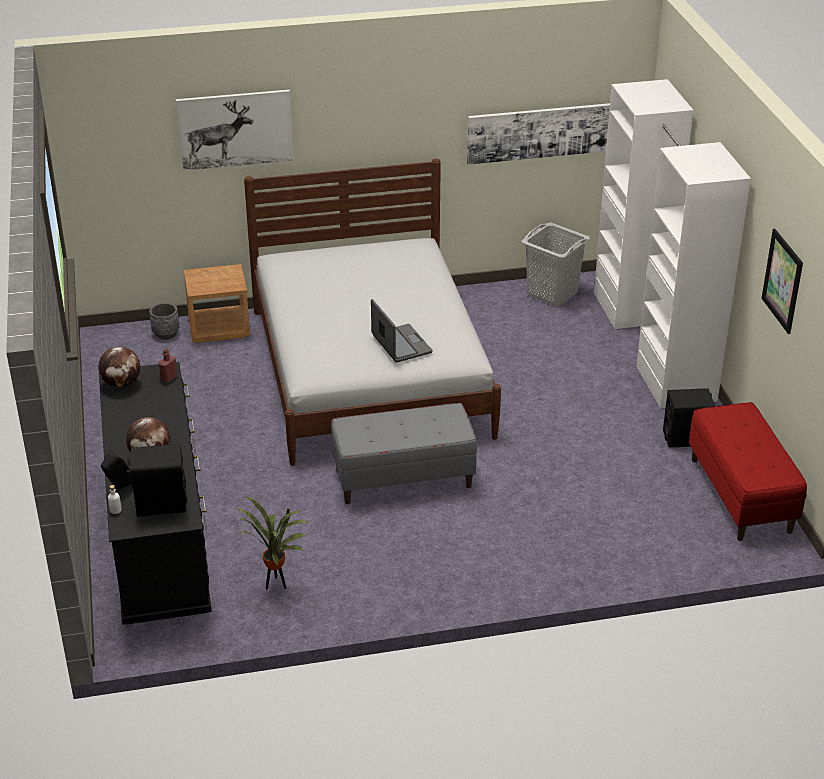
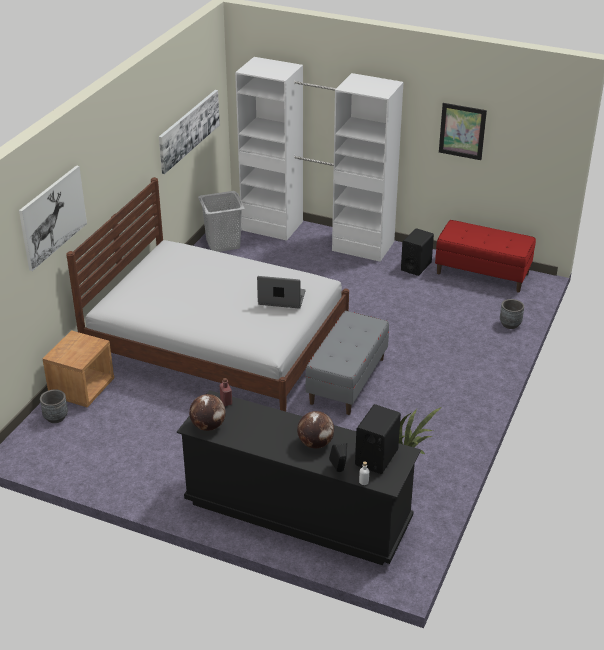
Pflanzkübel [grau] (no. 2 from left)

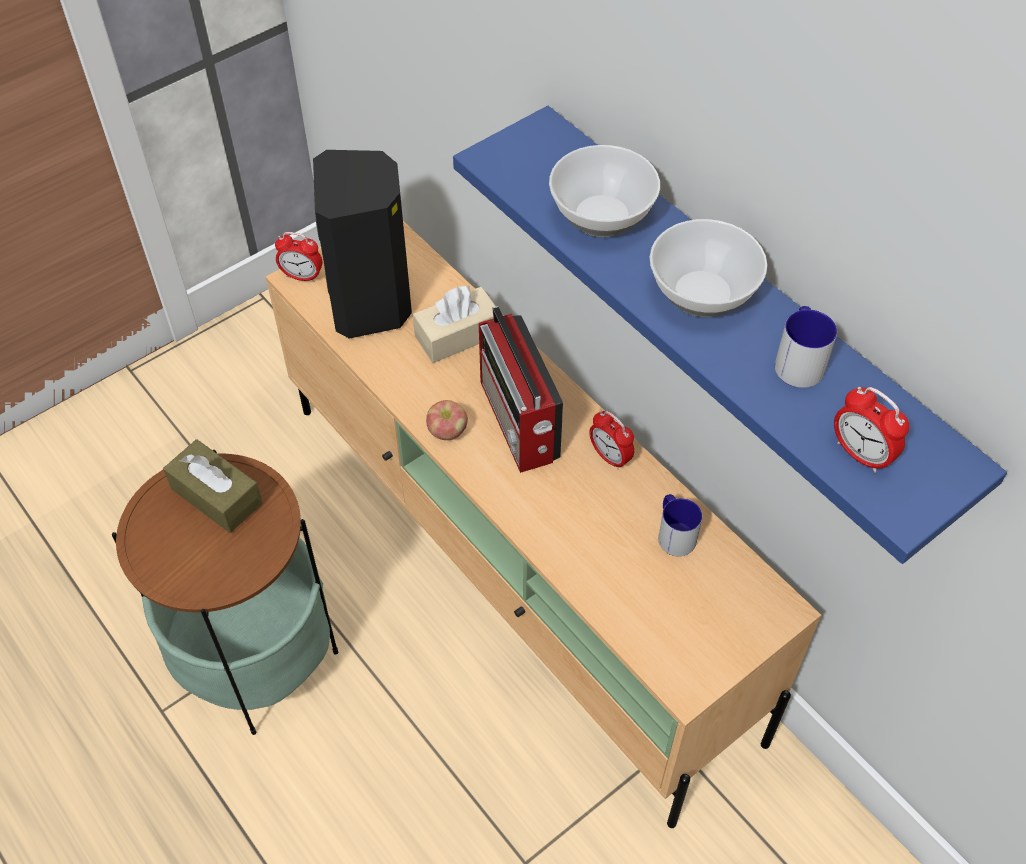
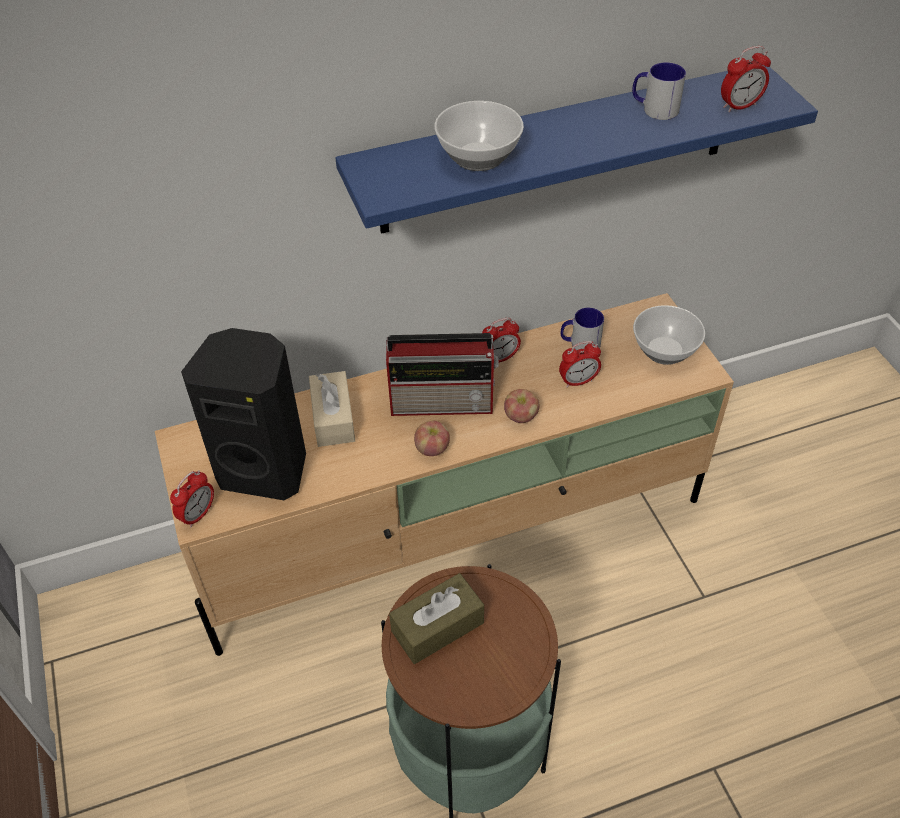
Schüssel (no. 2 from left); Apfel (no. 2 from left); Wecker (no. 3 from left)

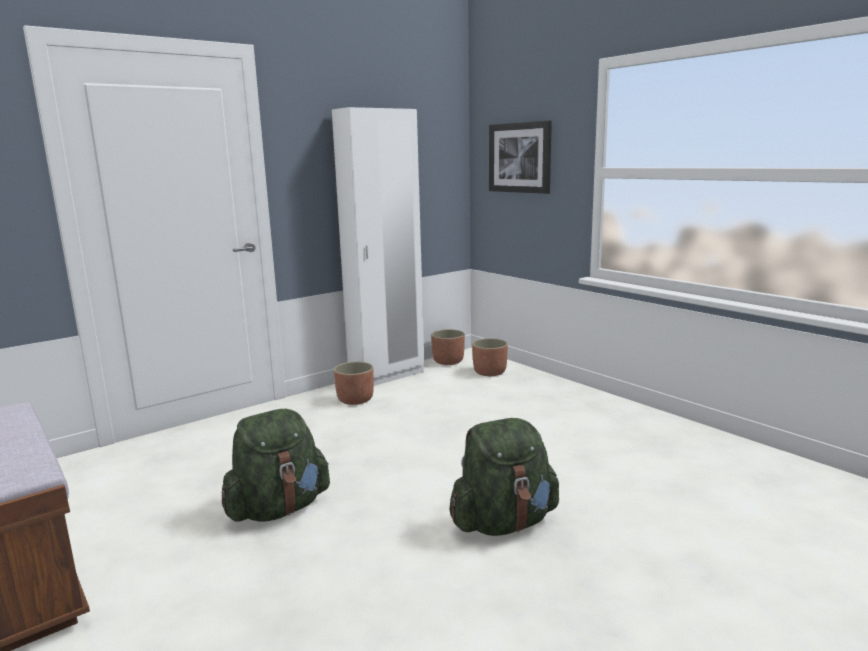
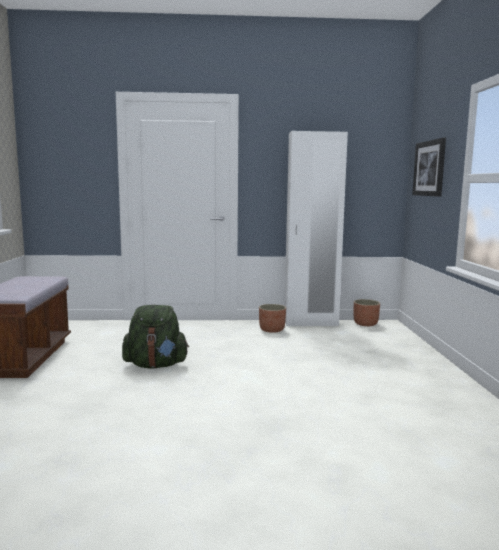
Rucksack [grün] (no. 2 from left in the first image); Pflanzkübel (no. 3 from left in the first image)

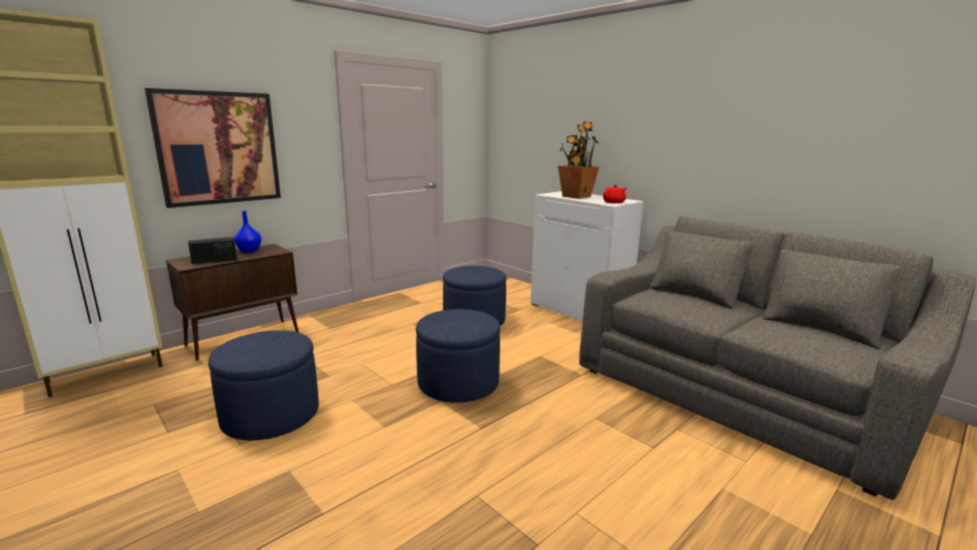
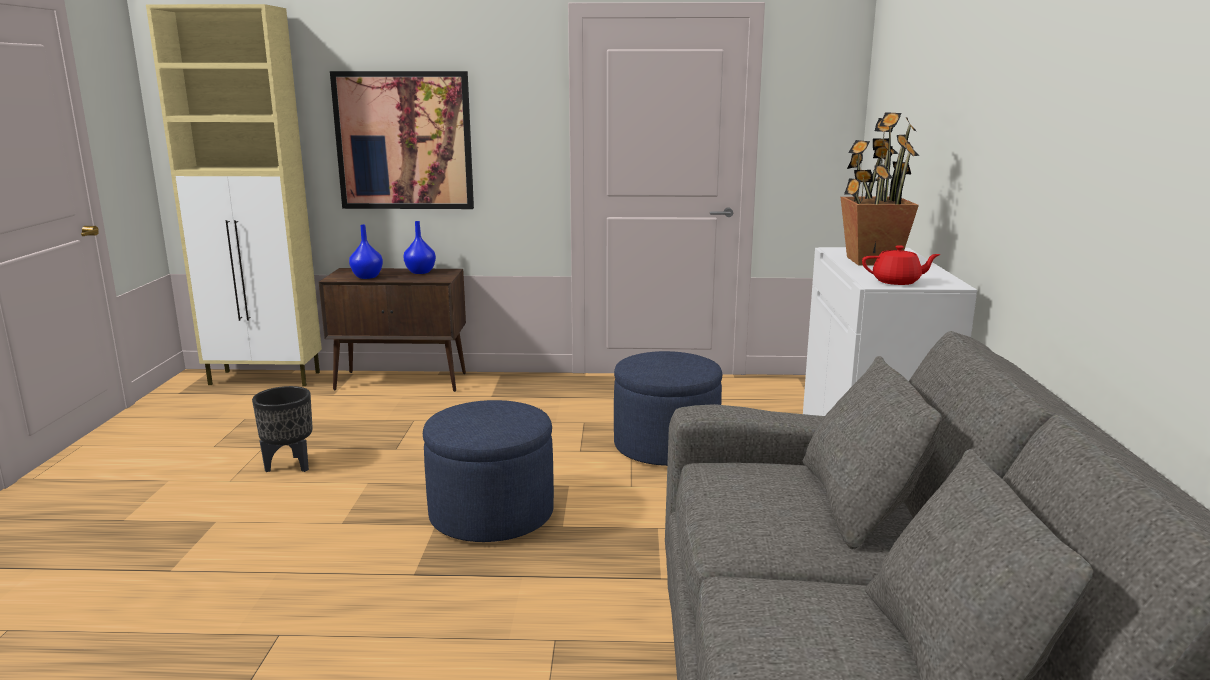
Vase [blau] (no. 1 from left); Pflanzkübel [schwarz]

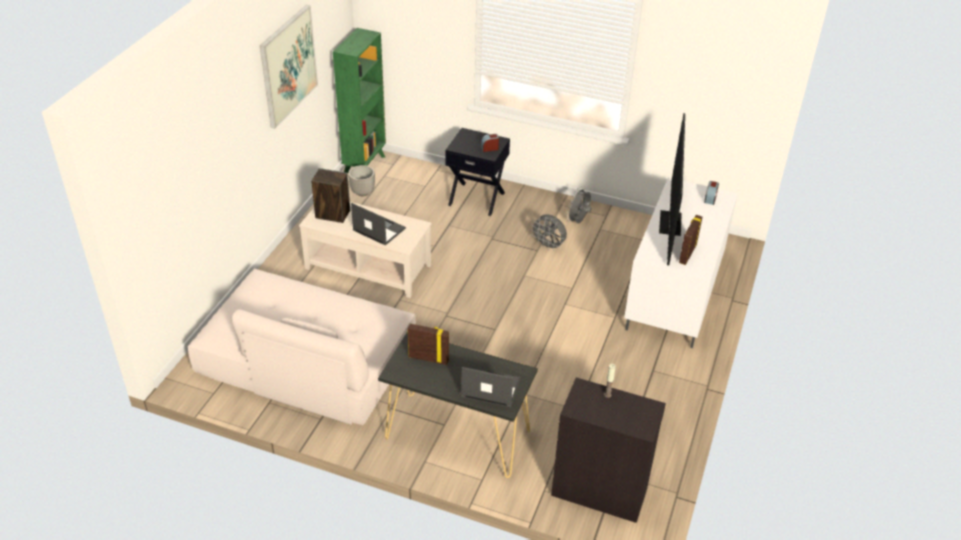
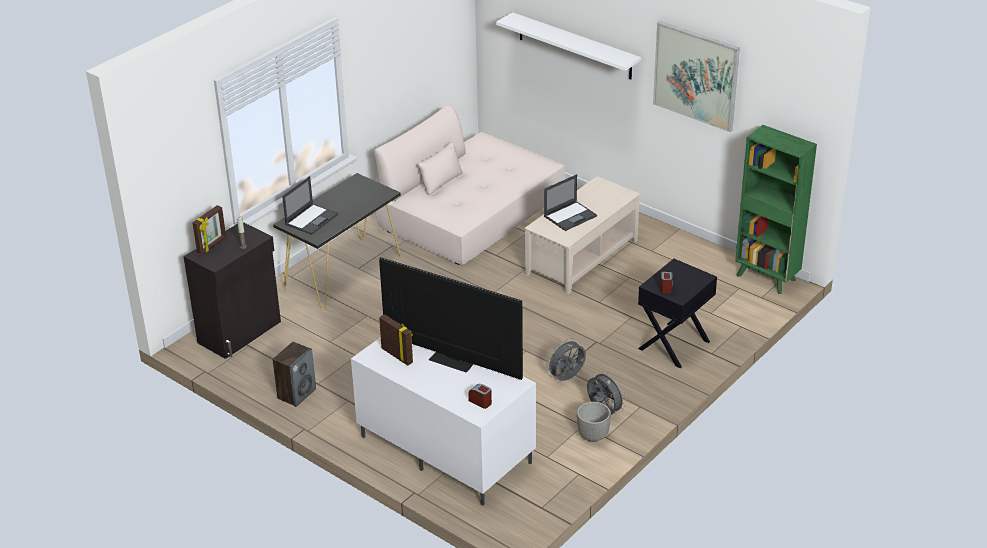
Lautsprecher; Pflanzkübel; Bilderrahmen (no. 1 from left); Wandregal [weiß]

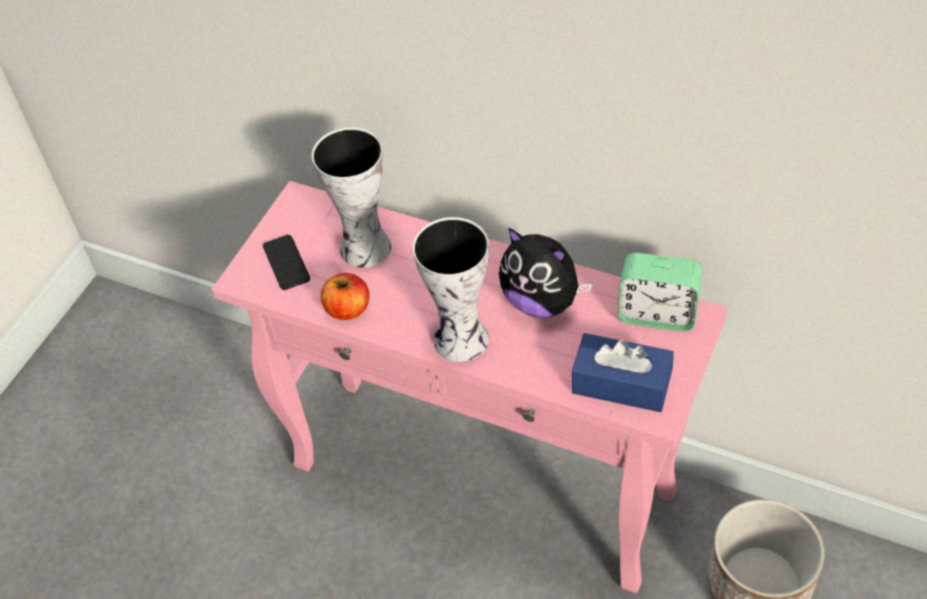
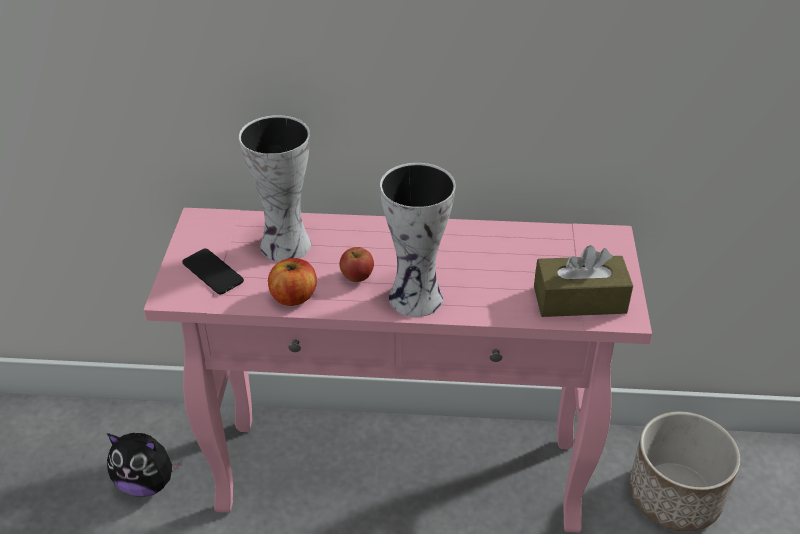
Plüschtier; Taschentuchbox [braun]; Wecker; Apfel (no. 2 from left)

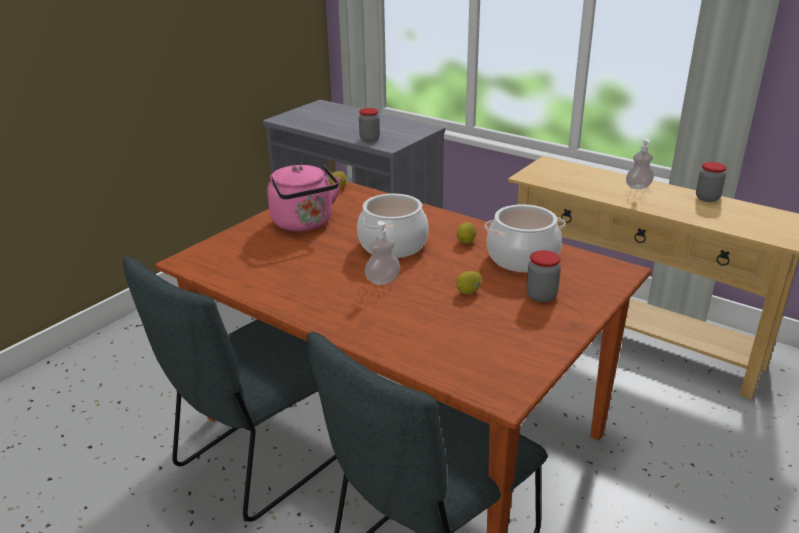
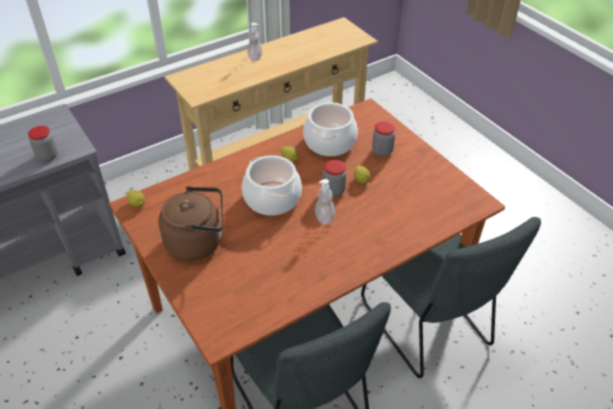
Wasserkessel [braun]; Vorratsglas (no. 2 from left)

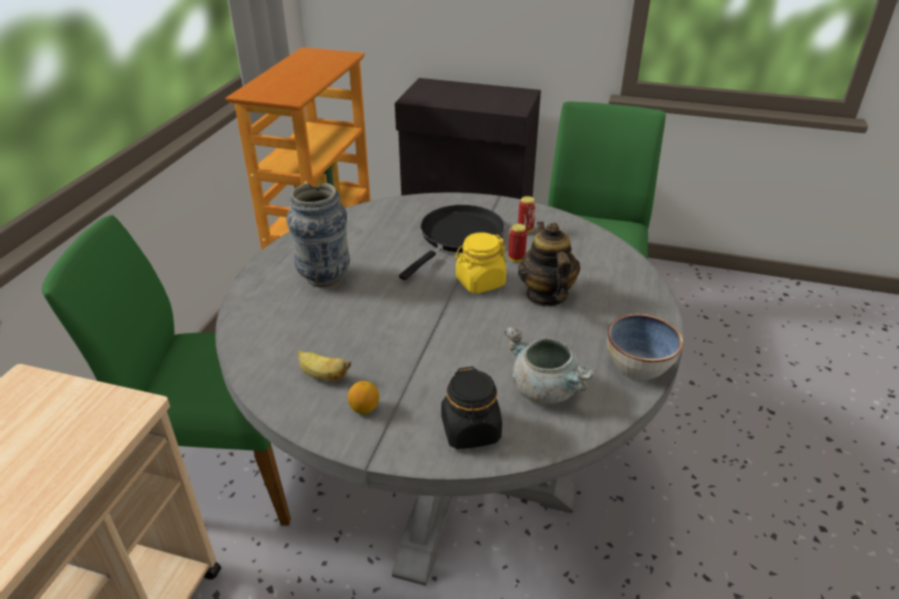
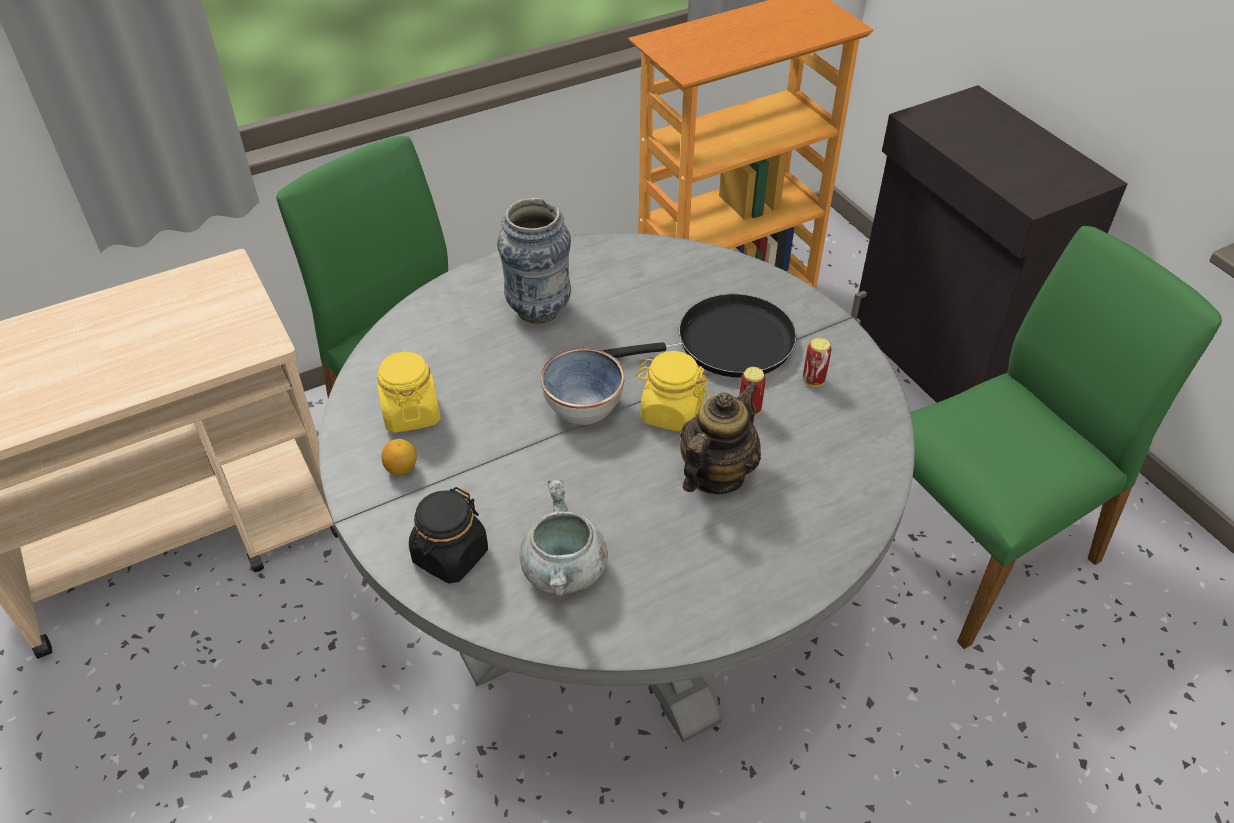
Vorratsglas [gelb] (no. 1 from left); Schüssel

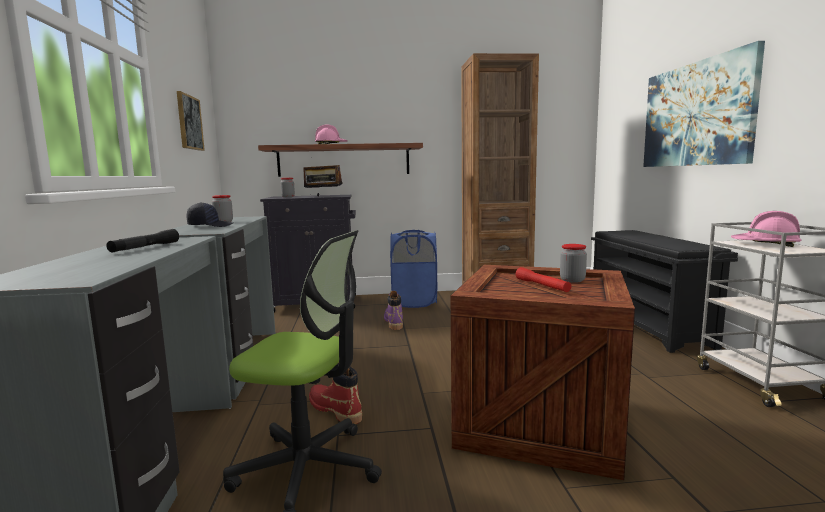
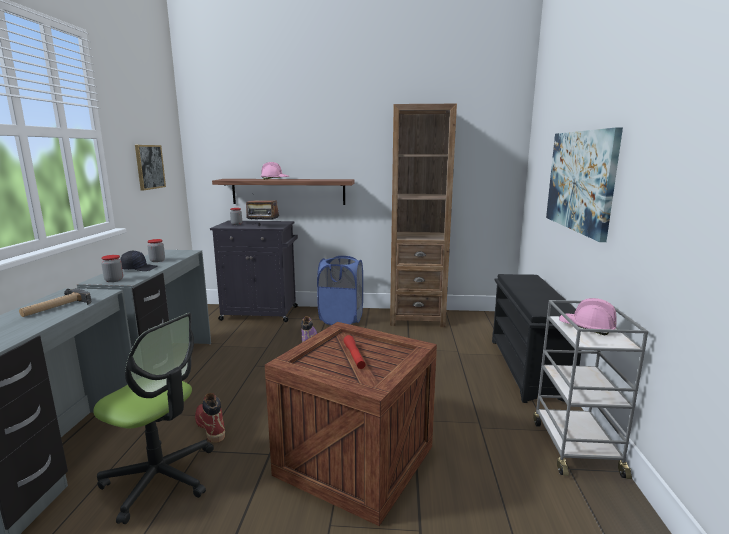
Hammer; Vorratsglas (no. 1 from left)

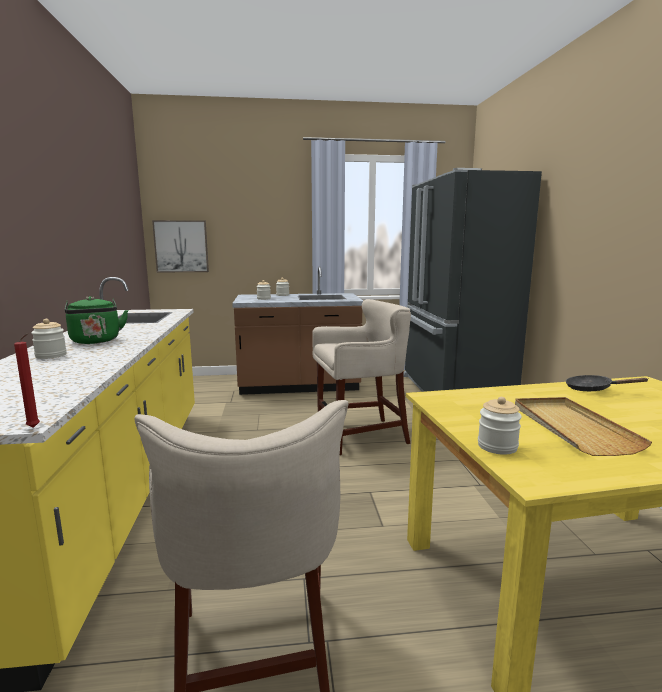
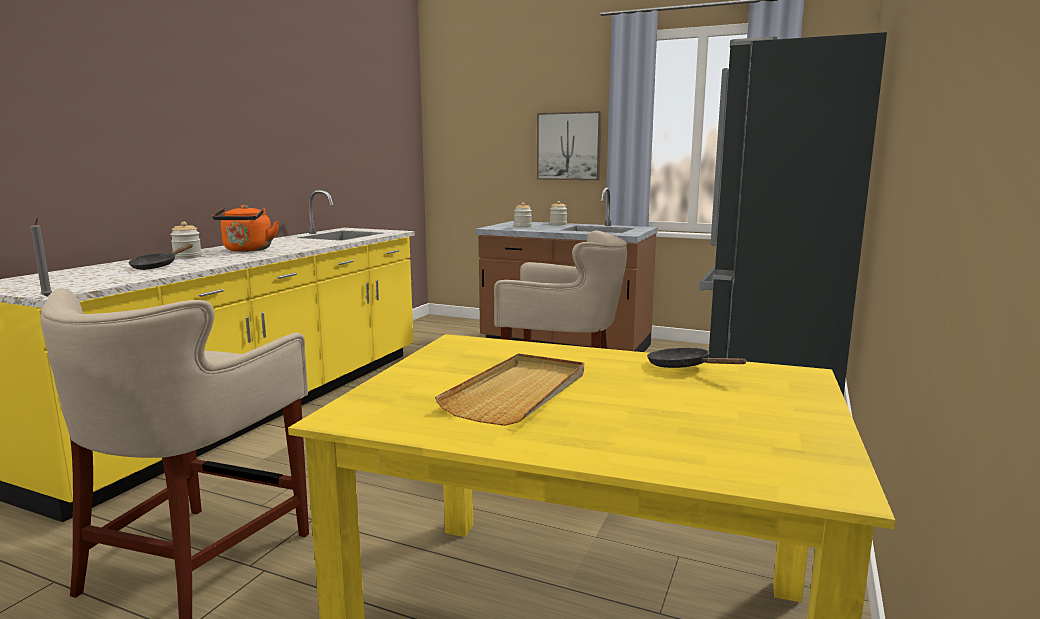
Kerze [grau]; Wasserkessel [orange]; Bild; Vorratsglas (no. 4 from left in the first image); Pfanne [schwarz] (no. 1 from left)

